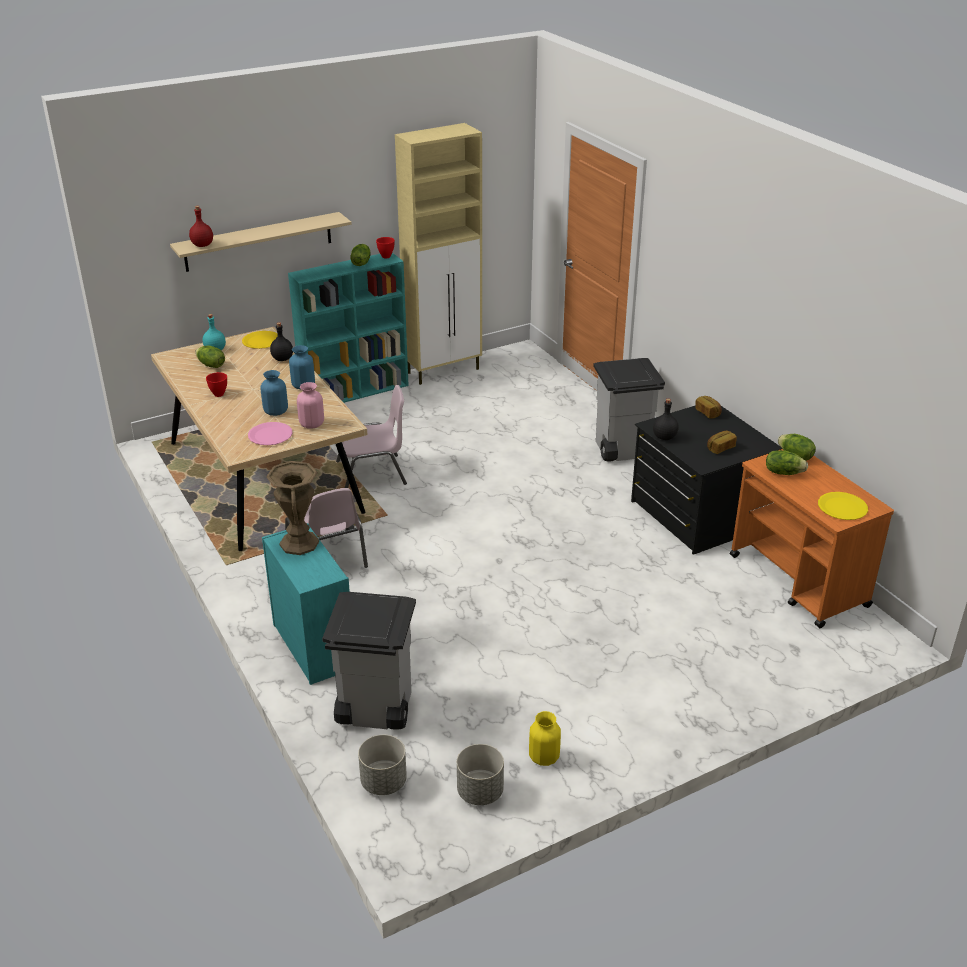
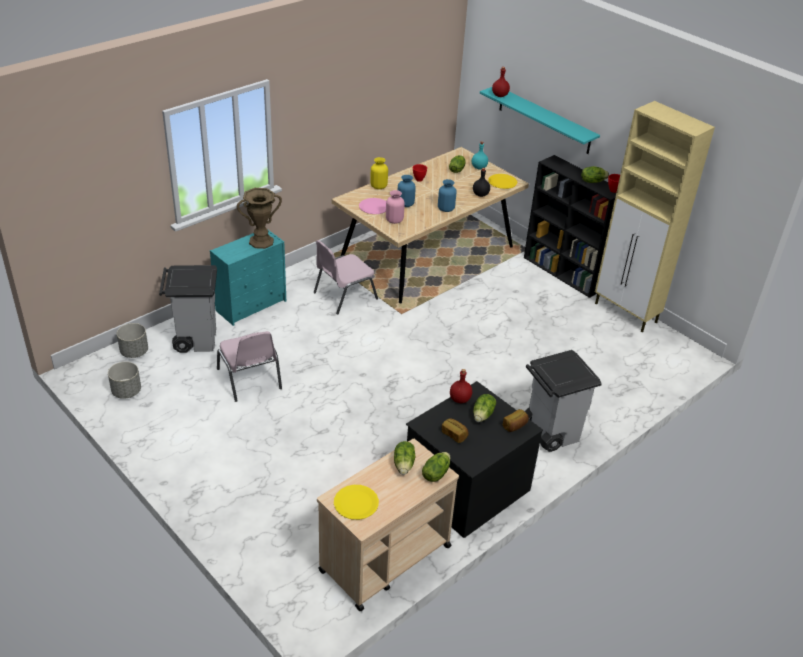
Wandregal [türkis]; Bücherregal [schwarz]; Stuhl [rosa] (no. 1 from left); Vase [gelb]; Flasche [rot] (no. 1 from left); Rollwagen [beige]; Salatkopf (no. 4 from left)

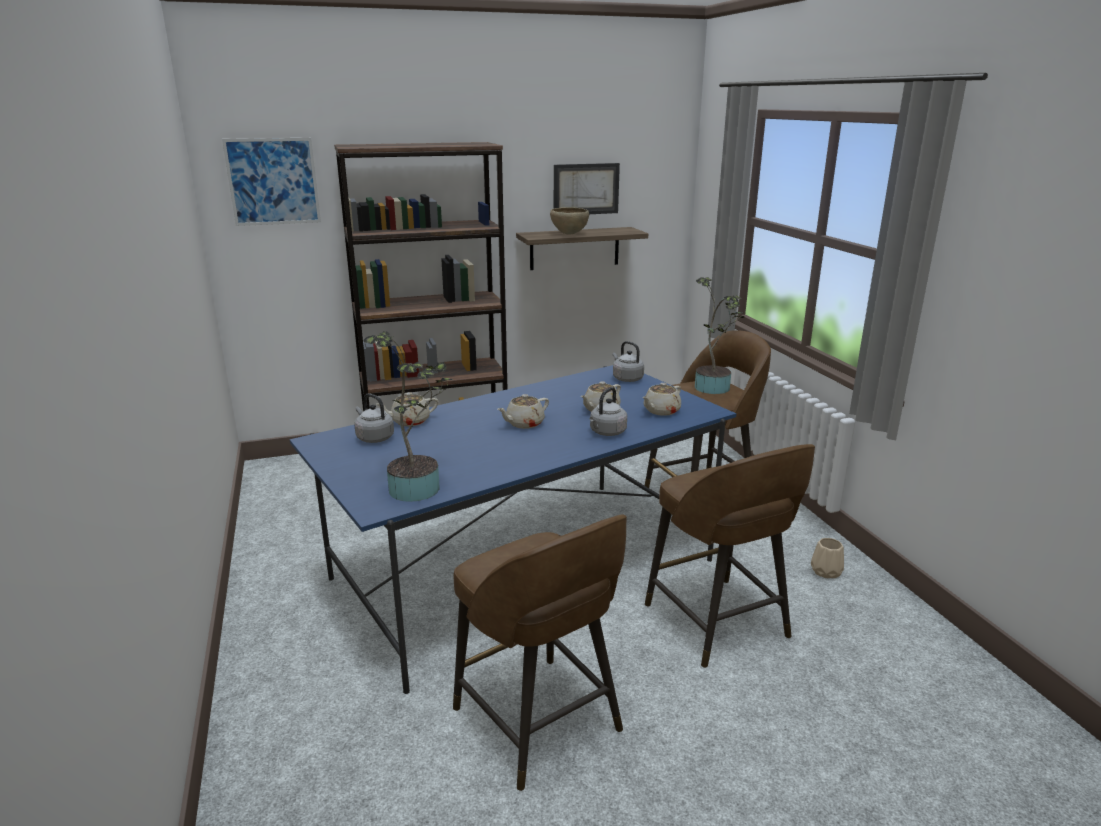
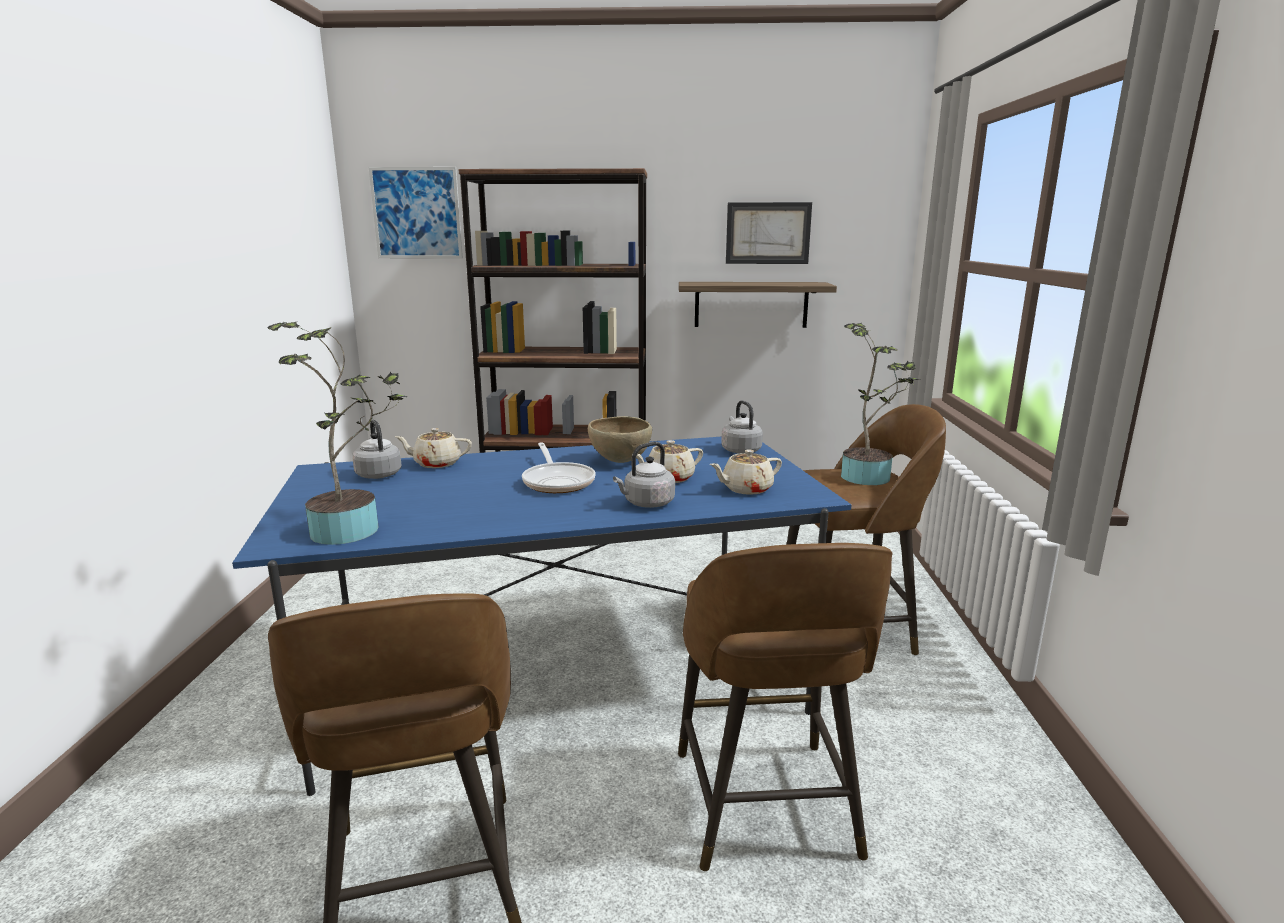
Pfanne; Schüssel [braun]; Vase [beige]

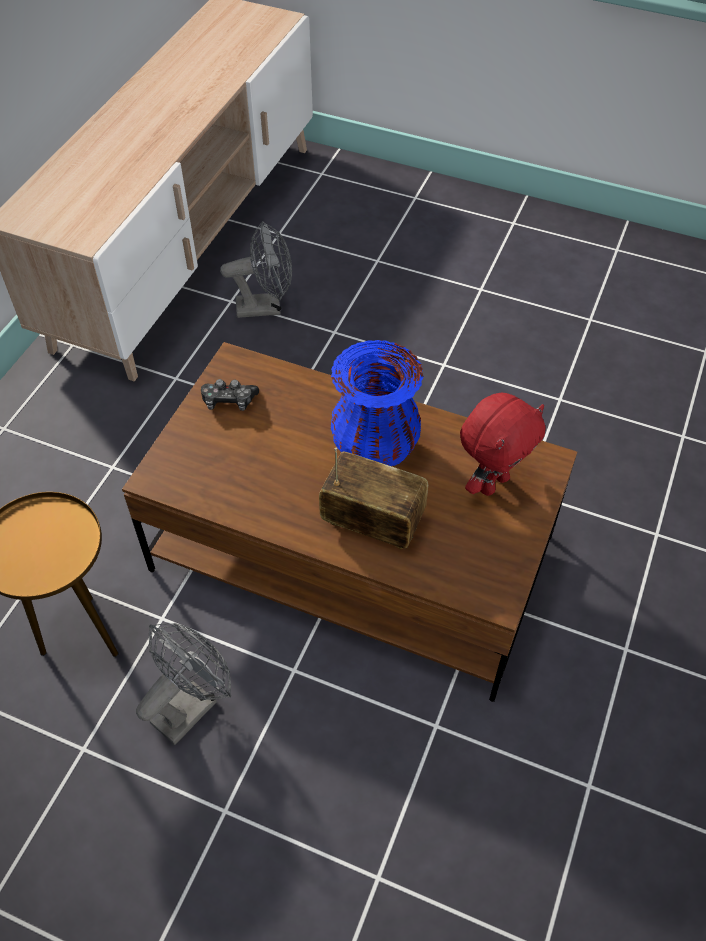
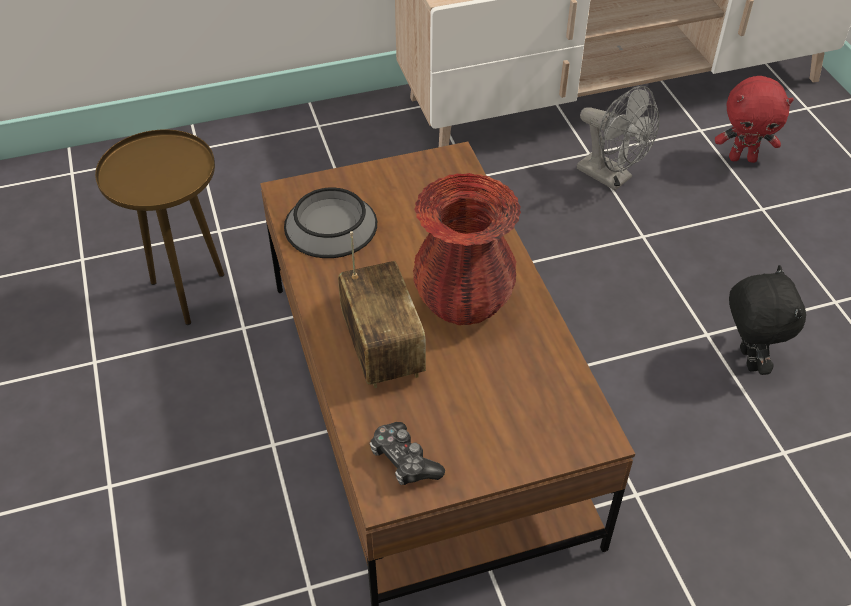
Ventilator [grau] (no. 1 from left in the first image); Gamepad; Vase [rot]; Plüschtier [rot]; Schüssel; Plüschtier [schwarz]

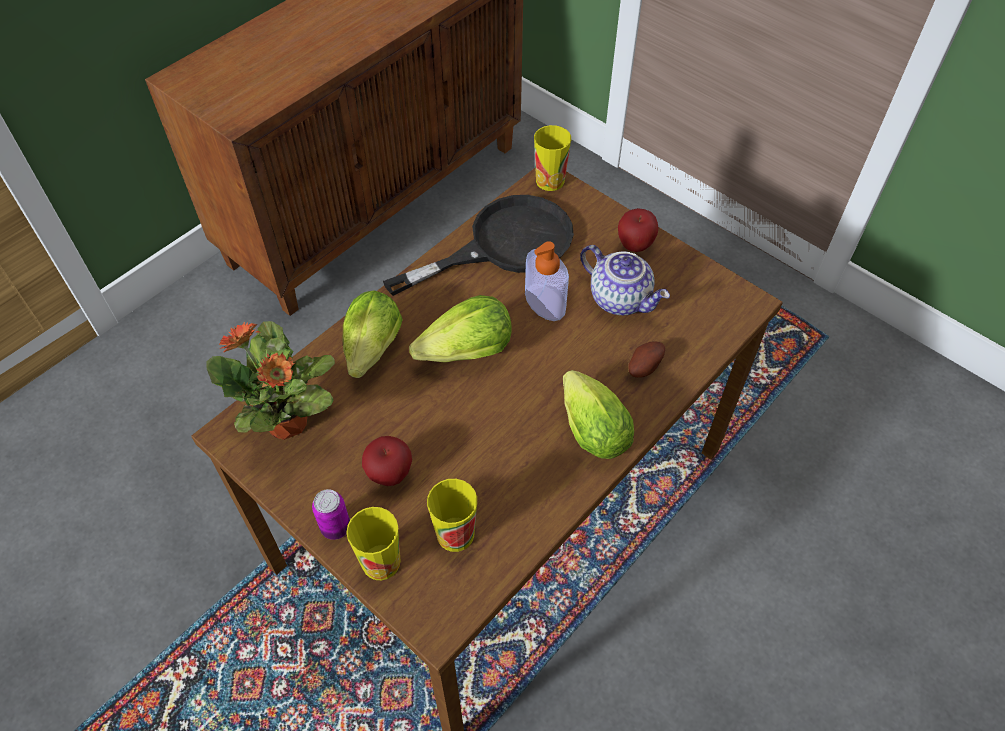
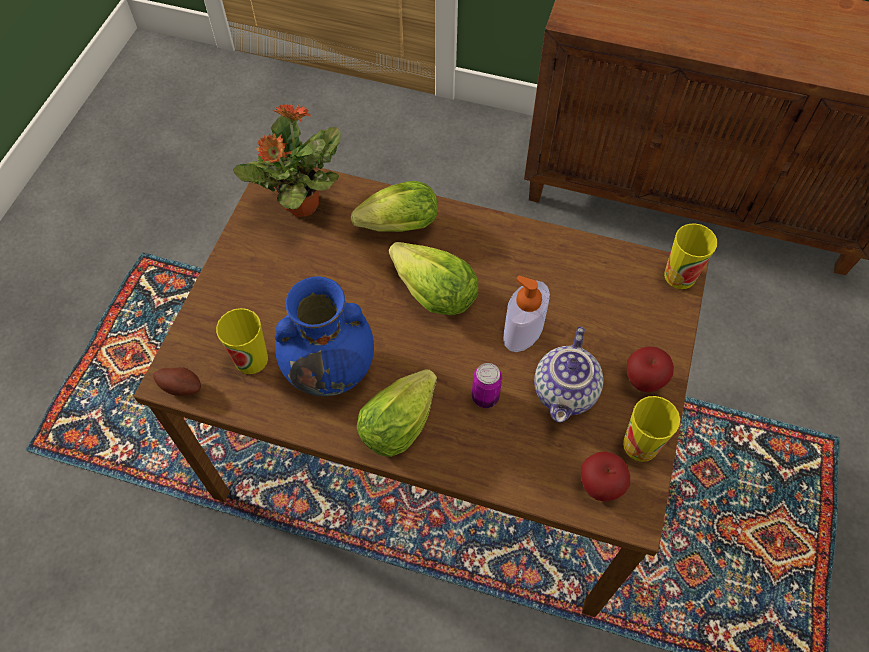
Dose; Tasse (no. 2 from left); Apfel (no. 1 from left); Pfanne [schwarz]; Kartoffel; Vase [blau]

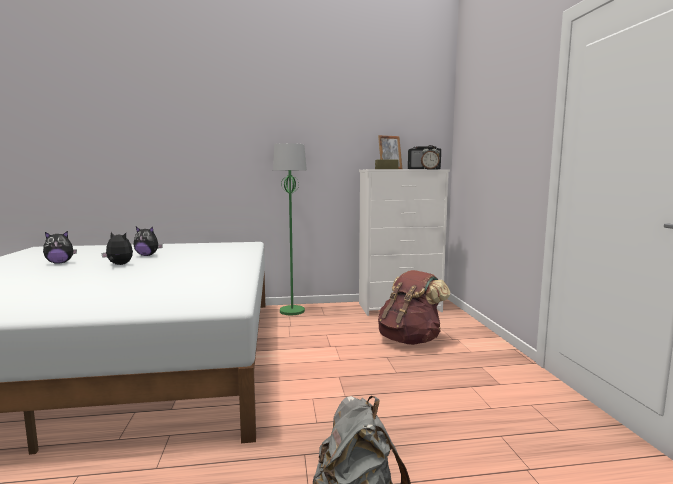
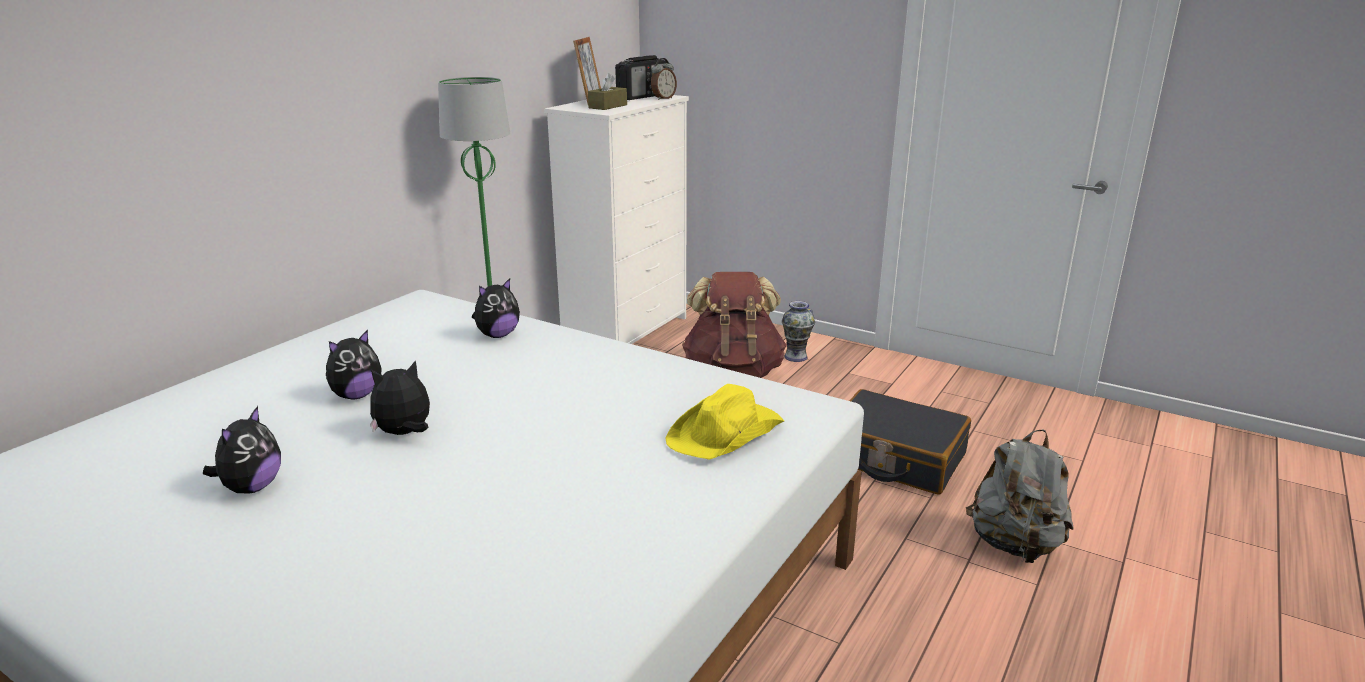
Plüschtier (no. 4 from left); Hut [gelb]; Vase; Koffer [schwarz]

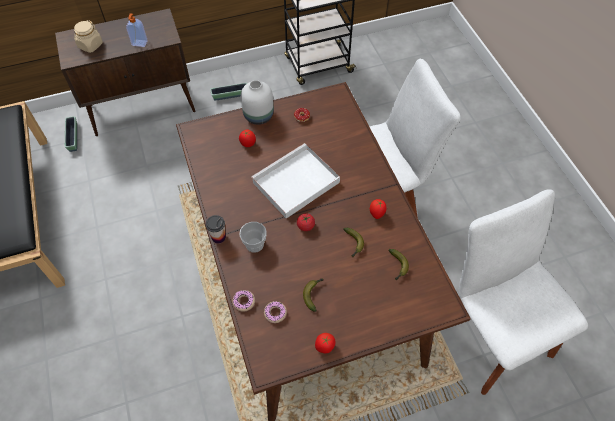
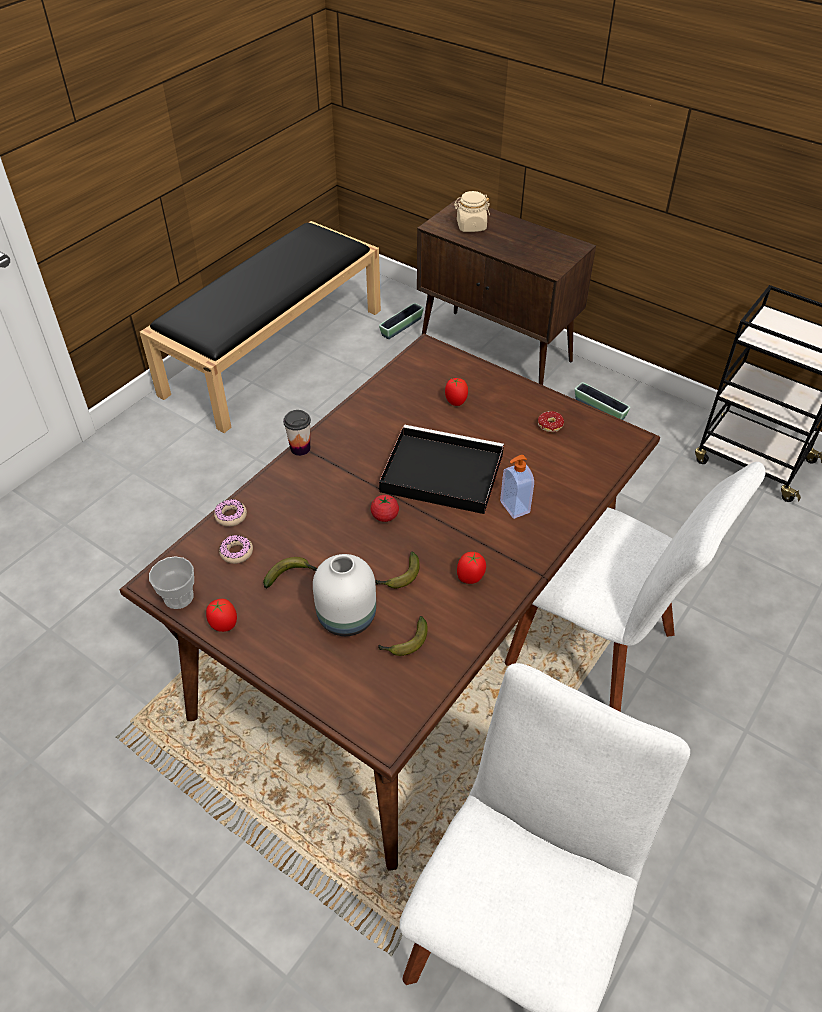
Seifenspender; Tasse (no. 1 from left); Vase [weiß]; Tablett [schwarz]

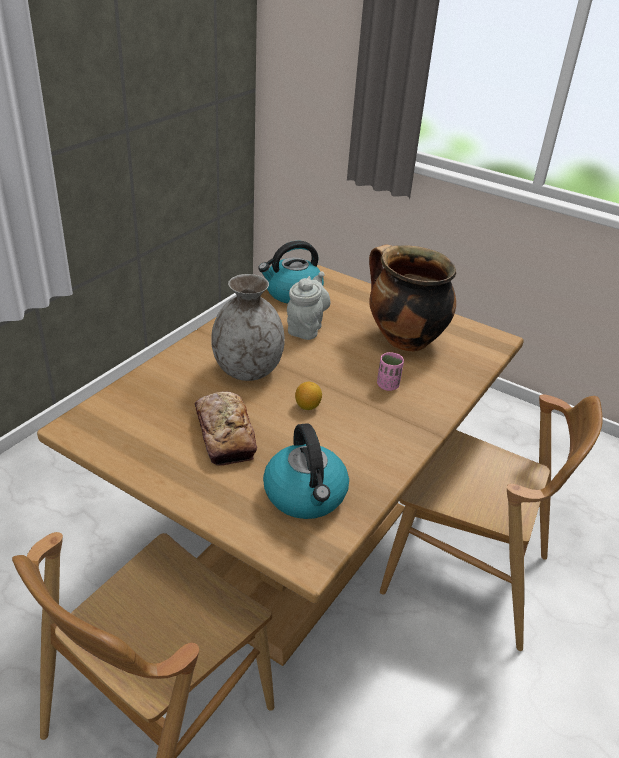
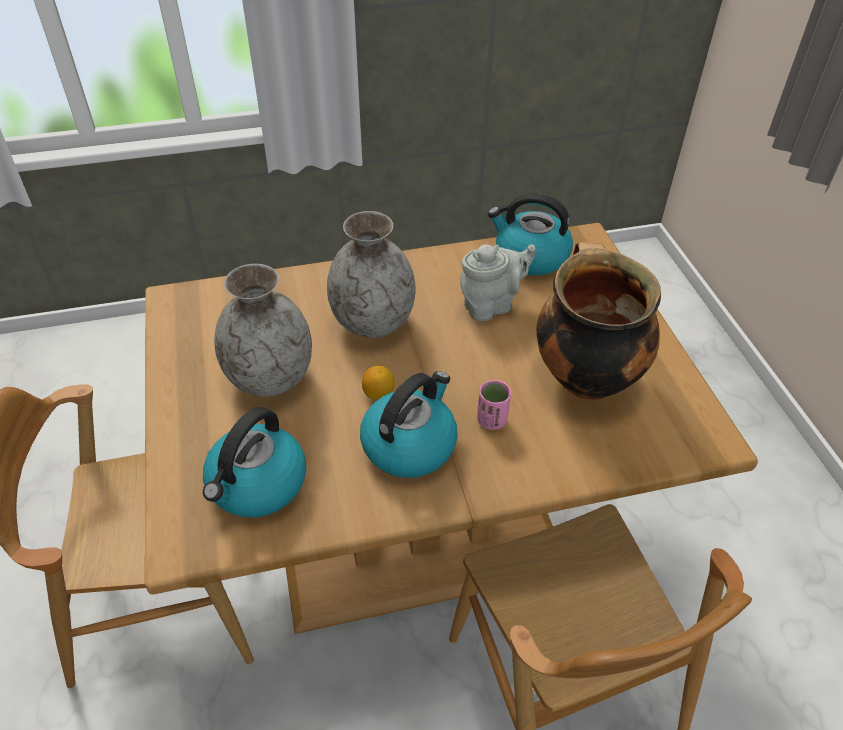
Vase [grau] (no. 1 from left); Wasserkessel (no. 2 from left)

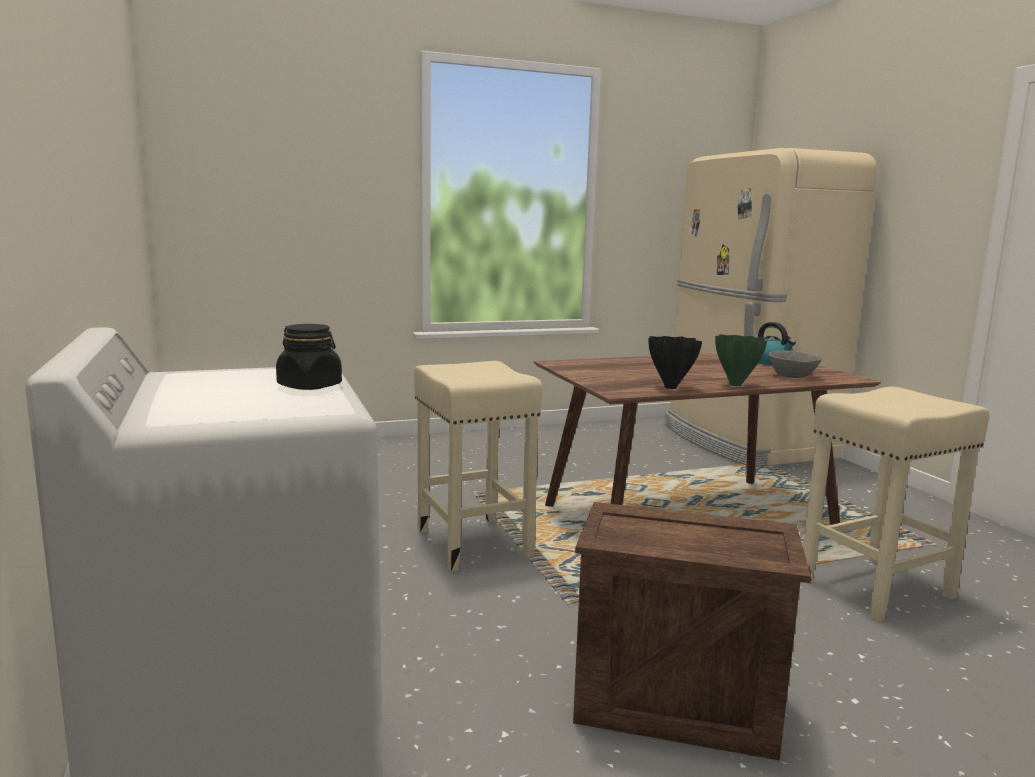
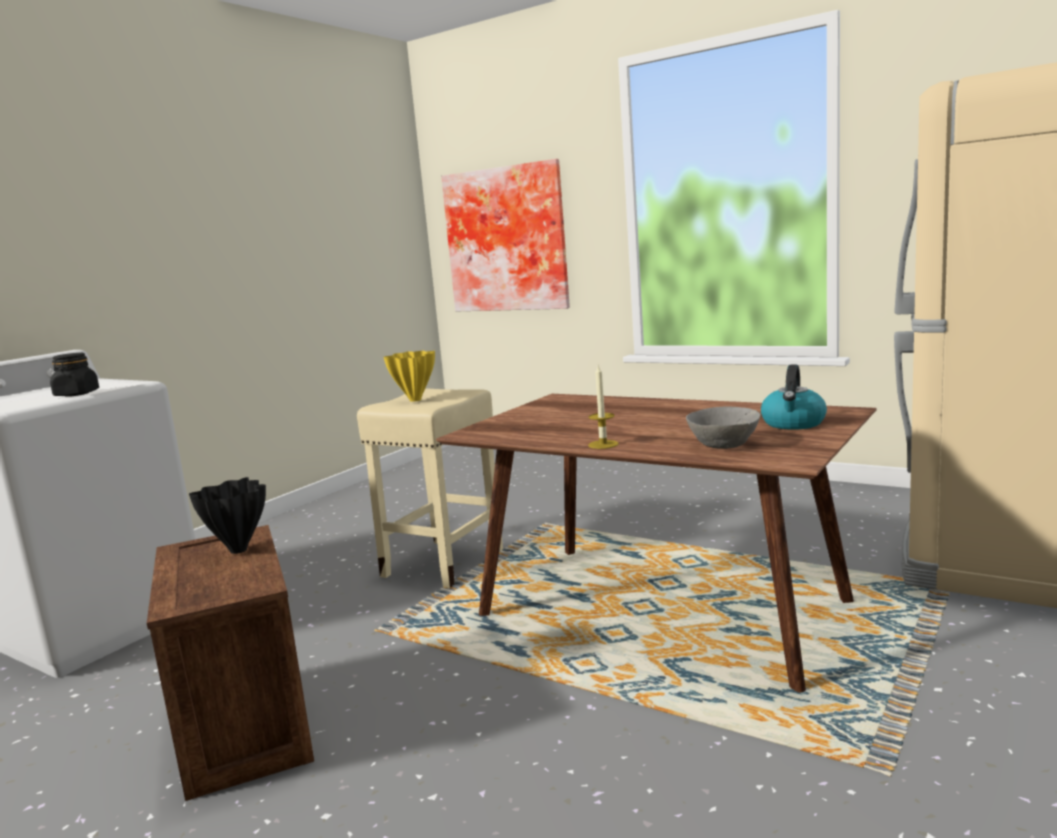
Vase [schwarz]; Kerze; Hocker [beige] (no. 2 from left in the first image); Vase [gelb]; Bild

